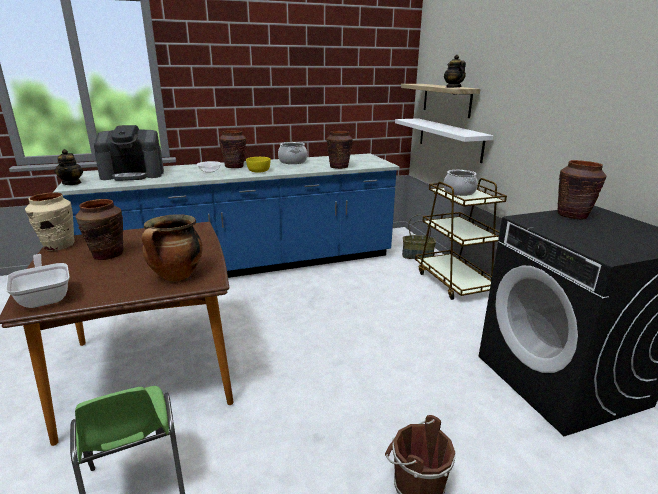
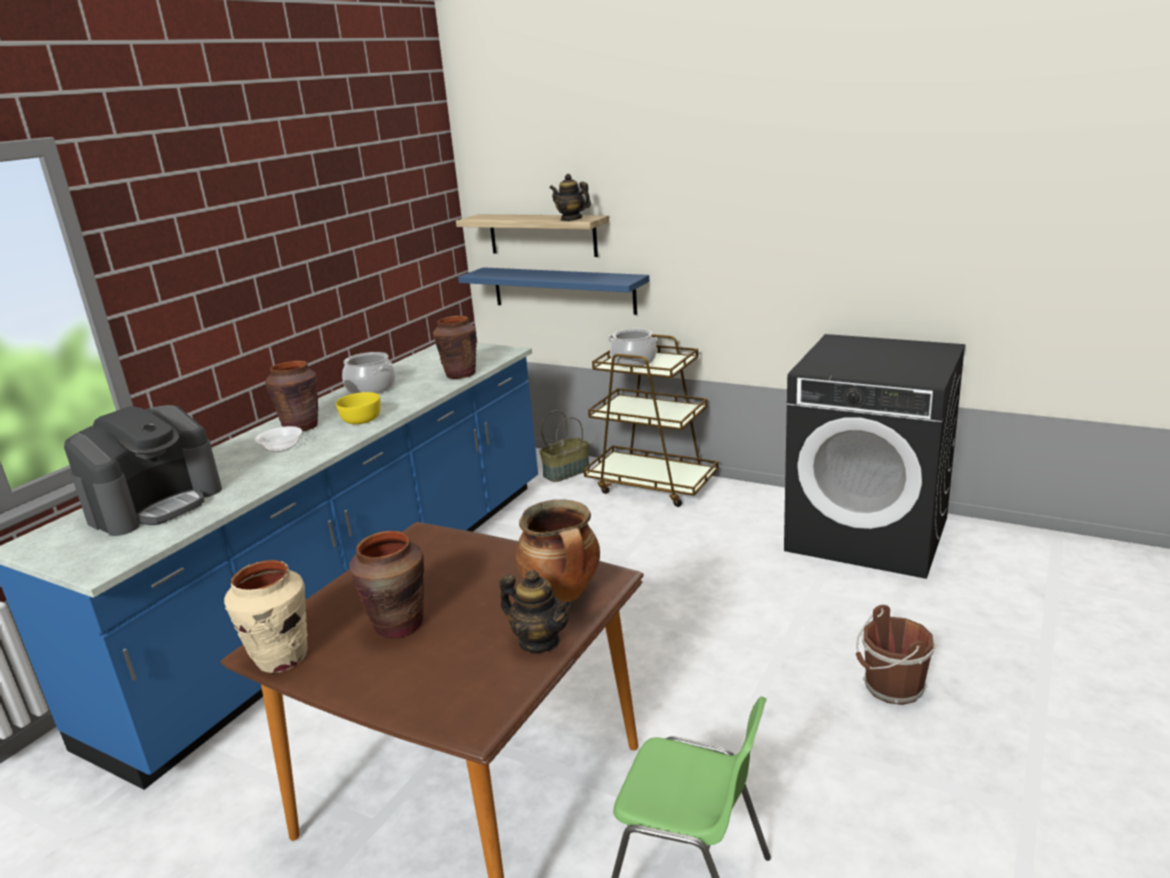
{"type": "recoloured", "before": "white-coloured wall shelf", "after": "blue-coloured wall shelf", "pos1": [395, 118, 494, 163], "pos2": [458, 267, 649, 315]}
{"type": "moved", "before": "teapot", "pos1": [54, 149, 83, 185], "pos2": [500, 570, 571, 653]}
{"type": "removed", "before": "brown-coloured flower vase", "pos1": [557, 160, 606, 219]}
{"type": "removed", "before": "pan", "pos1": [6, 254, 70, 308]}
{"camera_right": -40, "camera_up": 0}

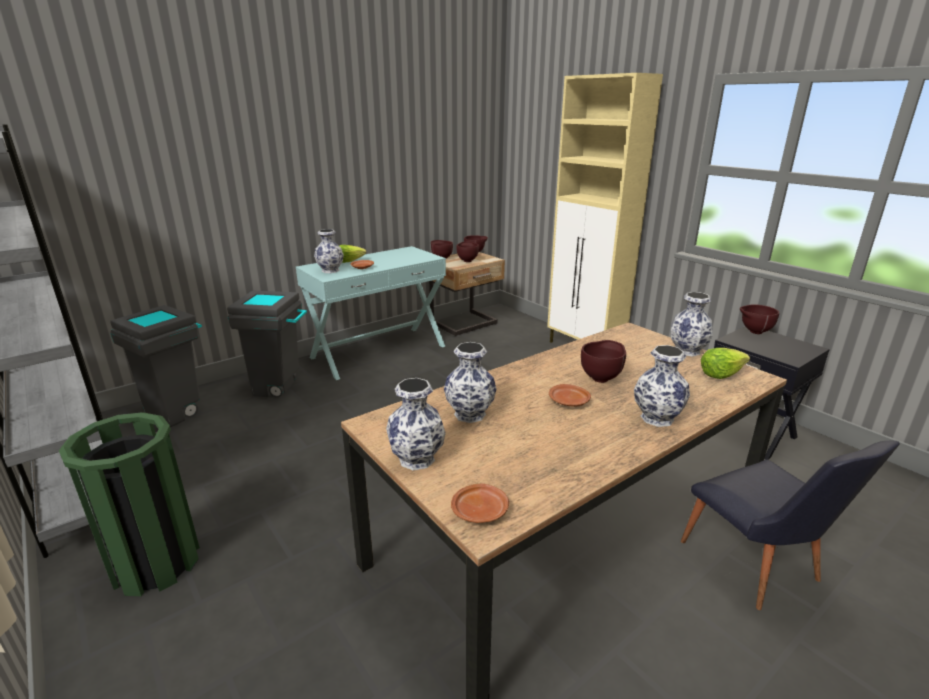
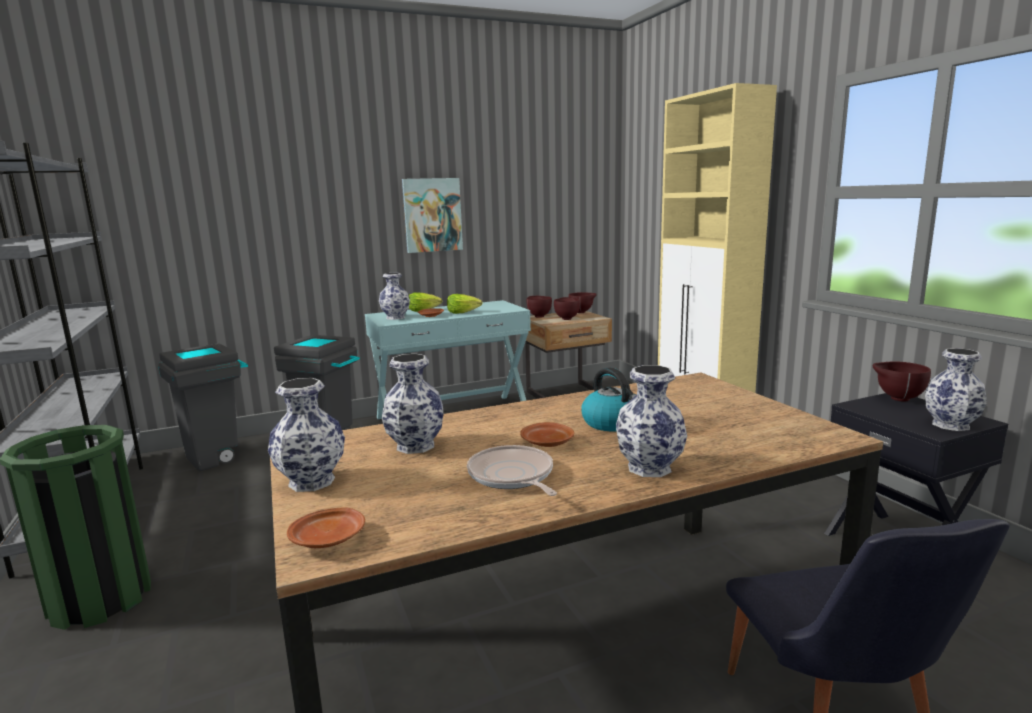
{"type": "moved", "before": "flower vase", "pos1": [671, 292, 713, 357], "pos2": [925, 348, 987, 431]}
{"type": "replaced", "before": "brown-coloured bowl", "after": "water kettle", "pos1": [581, 340, 626, 383], "pos2": [581, 368, 637, 431]}
{"type": "moved", "before": "lettuce", "pos1": [701, 348, 750, 379], "pos2": [447, 294, 483, 314]}
{"type": "added", "after": "wall picture", "pos2": [402, 178, 463, 253]}
{"type": "added", "after": "pan", "pos2": [467, 445, 557, 496]}
{"camera_right": 15, "camera_up": -10}

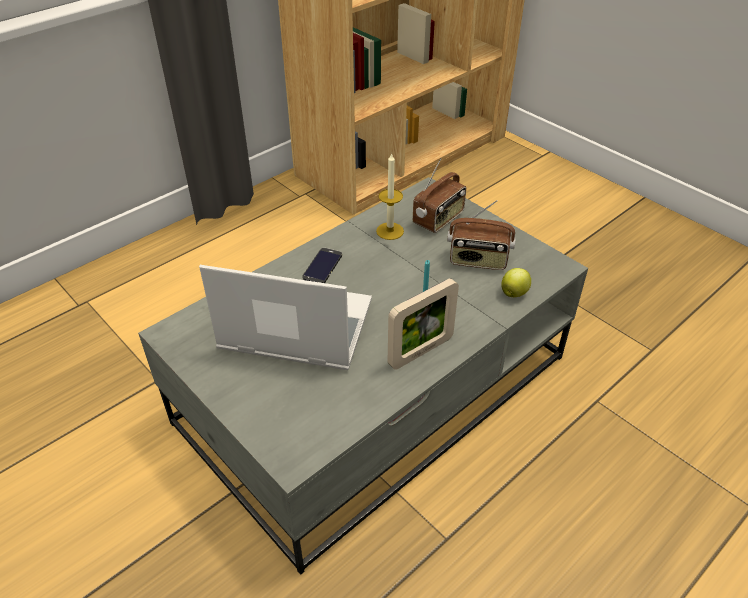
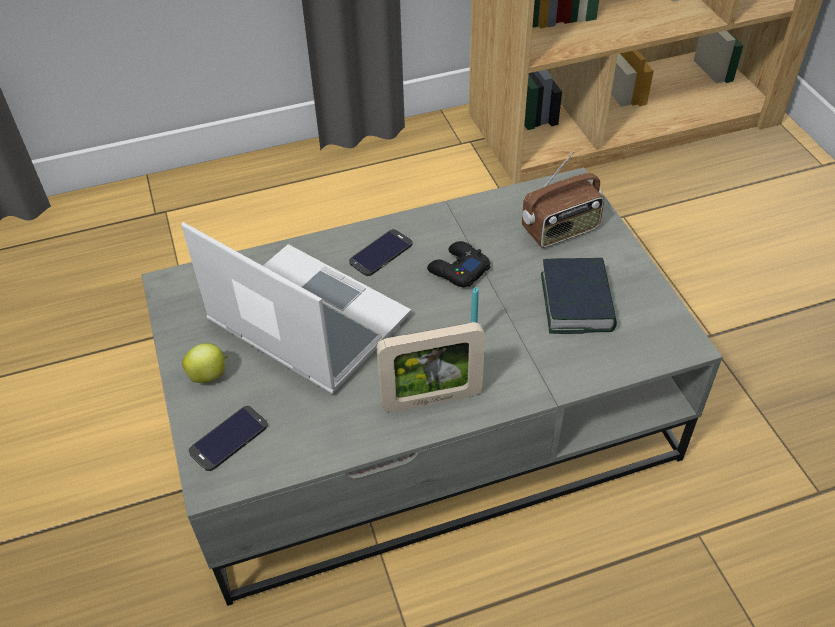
{"type": "removed", "before": "wax light", "pos1": [376, 152, 404, 240]}
{"type": "replaced", "before": "radio", "after": "volume", "pos1": [447, 200, 516, 270], "pos2": [541, 258, 617, 334]}
{"type": "moved", "before": "apple fruit", "pos1": [501, 268, 531, 297], "pos2": [182, 343, 228, 383]}
{"type": "added", "after": "black-coloured joypad", "pos2": [427, 241, 490, 287]}
{"type": "added", "after": "phone", "pos2": [188, 406, 268, 471]}
{"camera_right": 25, "camera_up": 5}

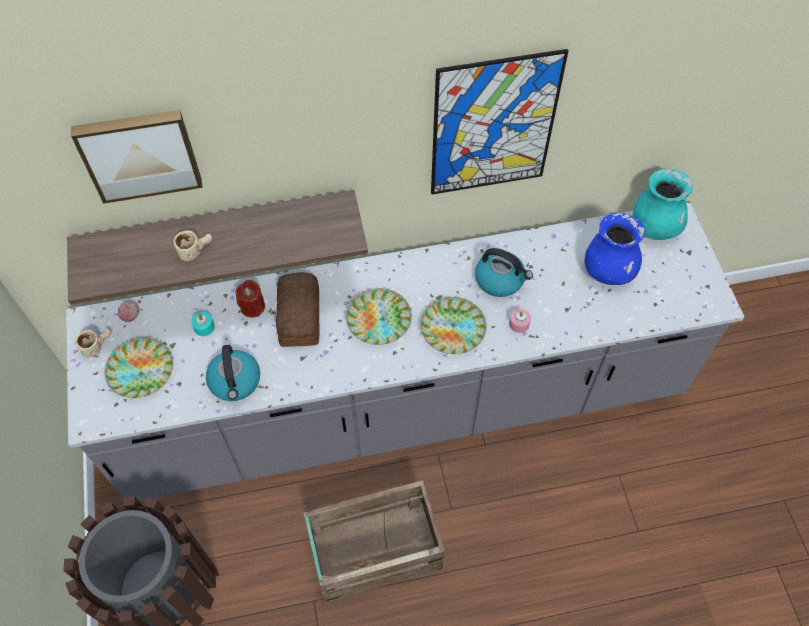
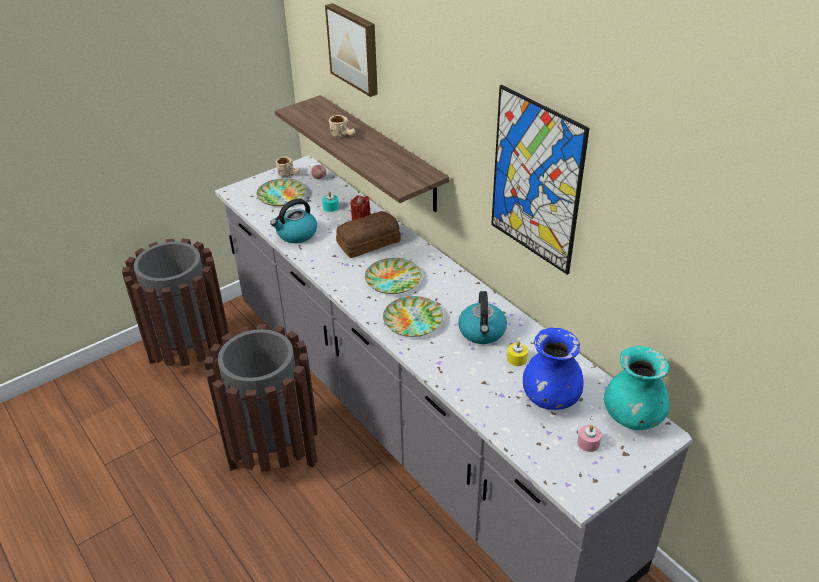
{"type": "moved", "before": "pinkish wax light", "pos1": [509, 309, 531, 333], "pos2": [577, 425, 602, 452]}
{"type": "replaced", "before": "shipping crate", "after": "brown-coloured waste bin", "pos1": [304, 480, 445, 602], "pos2": [204, 324, 318, 472]}
{"type": "added", "after": "yellowish wax light", "pos2": [507, 341, 528, 366]}
{"camera_right": 65, "camera_up": -20}

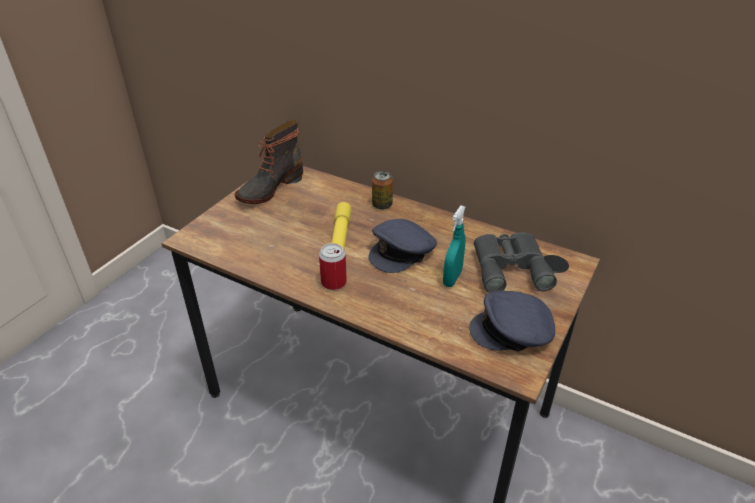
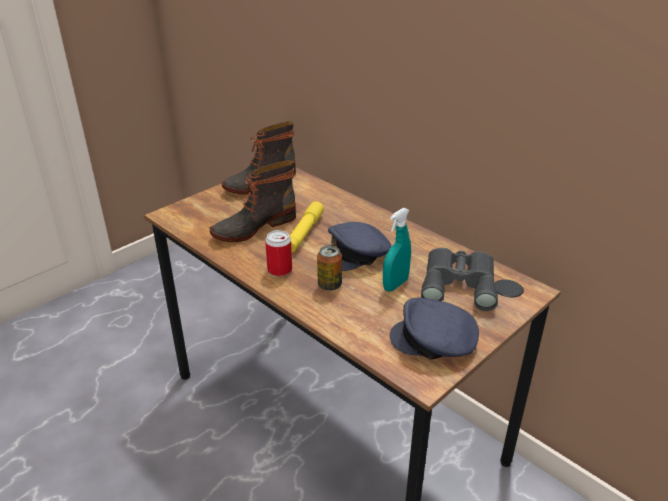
{"type": "moved", "before": "can", "pos1": [372, 171, 393, 210], "pos2": [317, 245, 342, 291]}
{"type": "added", "after": "tall boot", "pos2": [209, 160, 296, 242]}
{"camera_right": 15, "camera_up": -5}

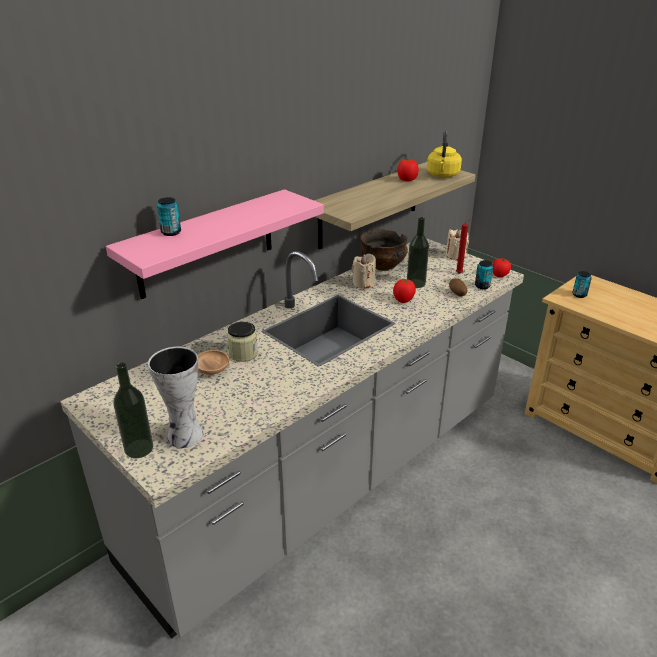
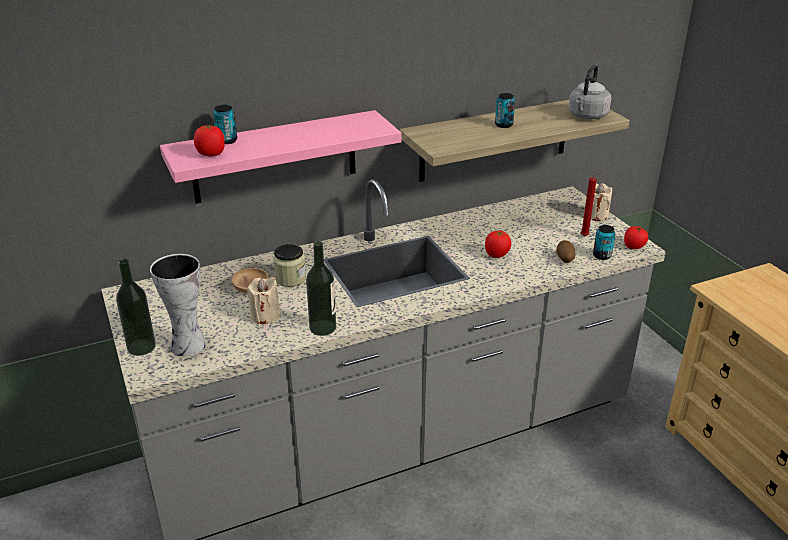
{"type": "recoloured", "before": "yellowish water kettle", "after": "greyish water kettle", "pos1": [427, 131, 462, 177], "pos2": [569, 64, 612, 119]}
{"type": "moved", "before": "tomato", "pos1": [397, 159, 419, 181], "pos2": [194, 124, 225, 156]}
{"type": "moved", "before": "beverage bottle", "pos1": [407, 217, 429, 288], "pos2": [306, 241, 336, 336]}
{"type": "removed", "before": "bowl", "pos1": [360, 229, 408, 271]}
{"type": "moved", "before": "beige wax light", "pos1": [352, 254, 376, 289], "pos2": [247, 277, 281, 324]}
{"type": "moved", "before": "can", "pos1": [572, 271, 592, 298], "pos2": [495, 93, 515, 128]}
{"camera_right": 20, "camera_up": 0}

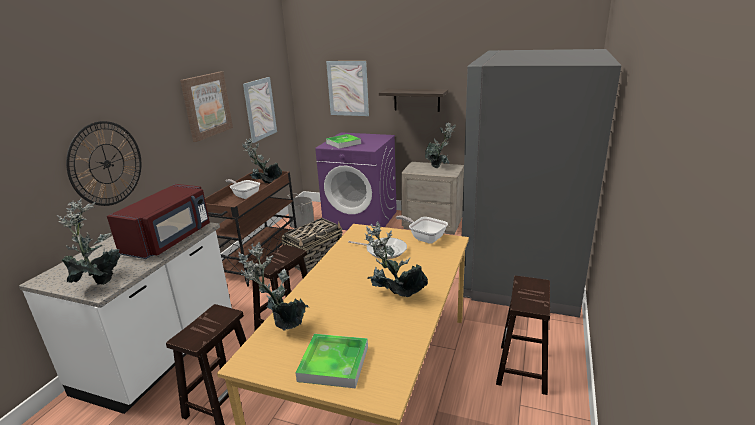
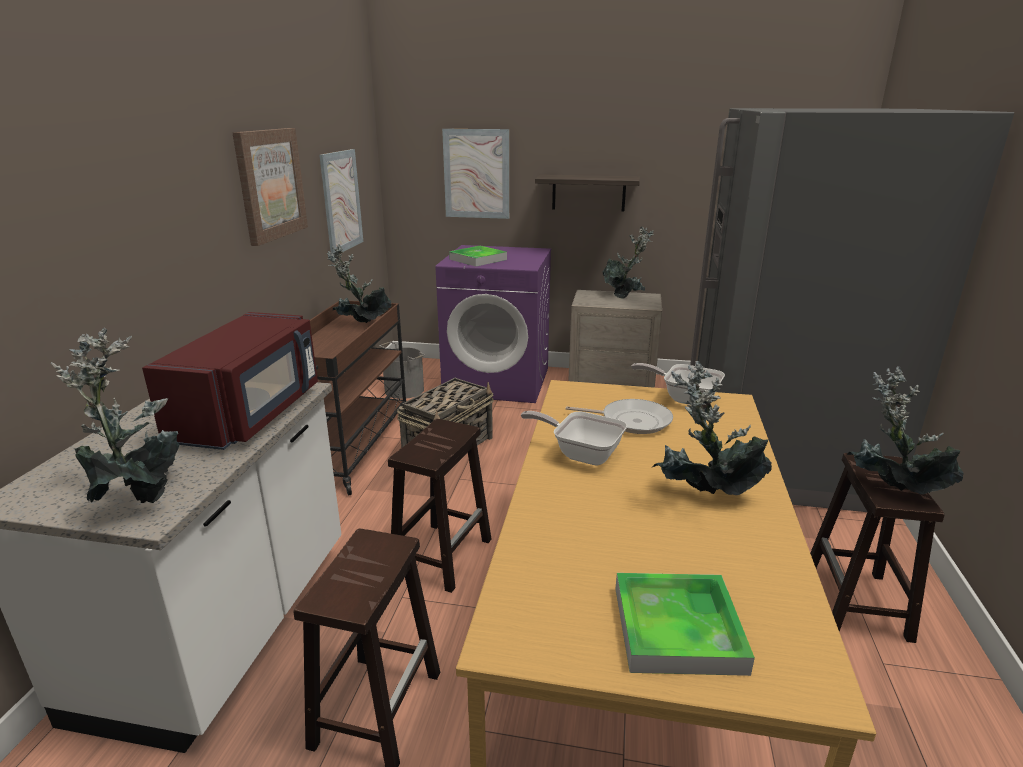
{"type": "removed", "before": "wall clock", "pos1": [66, 121, 141, 206]}
{"type": "moved", "before": "pan", "pos1": [226, 179, 260, 199], "pos2": [521, 411, 627, 465]}
{"type": "moved", "before": "plant in a pot", "pos1": [238, 242, 309, 331], "pos2": [847, 366, 964, 494]}
{"camera_right": -10, "camera_up": 0}

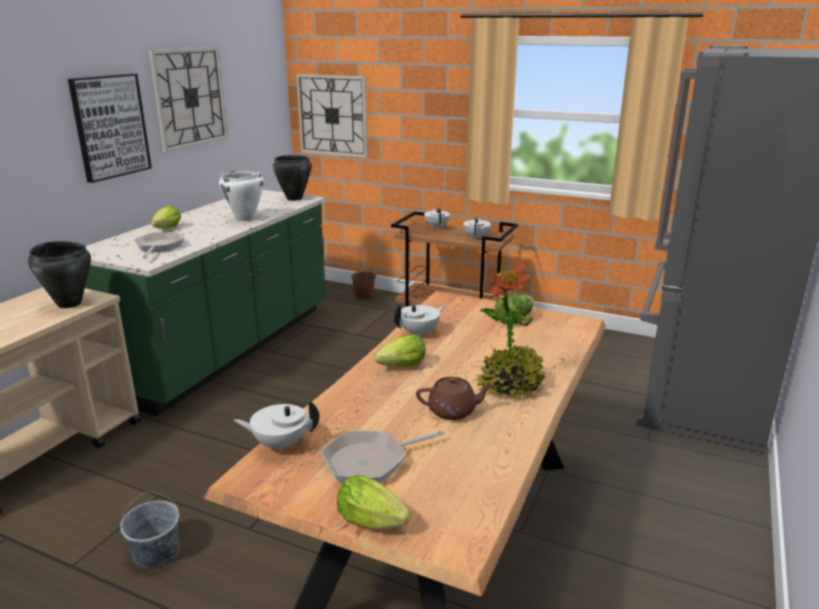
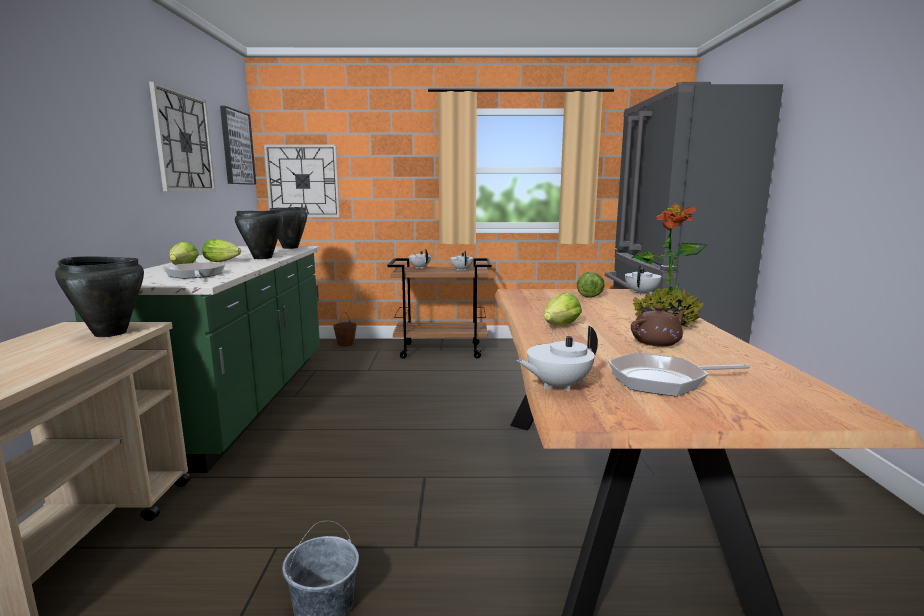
{"type": "moved", "before": "wall picture", "pos1": [68, 74, 152, 183], "pos2": [220, 106, 256, 185]}
{"type": "recoloured", "before": "white-coloured cooking pot", "after": "black-coloured cooking pot", "pos1": [219, 171, 264, 222], "pos2": [235, 209, 283, 259]}
{"type": "moved", "before": "white-coloured teapot", "pos1": [394, 304, 445, 337], "pos2": [625, 265, 662, 295]}
{"type": "turned", "before": "pan", "pos1": [320, 430, 444, 484], "pos2": [608, 353, 750, 396], "turn": 45}
{"type": "moved", "before": "lettuce", "pos1": [337, 475, 410, 529], "pos2": [202, 239, 241, 262]}
{"camera_right": -25, "camera_up": -10}

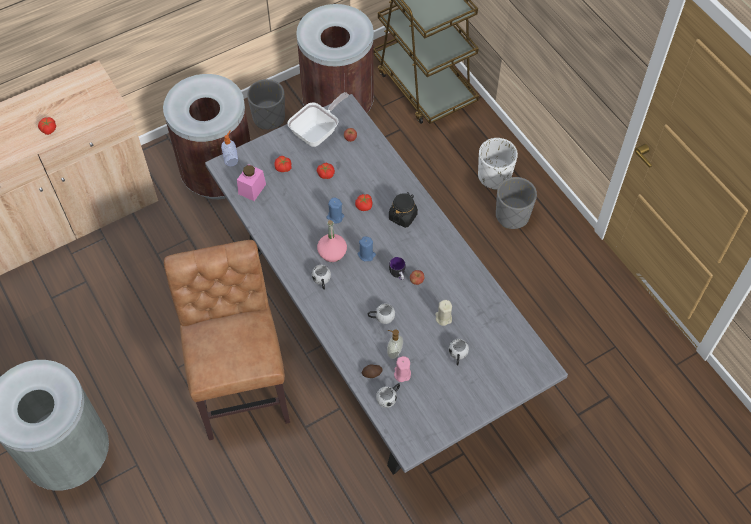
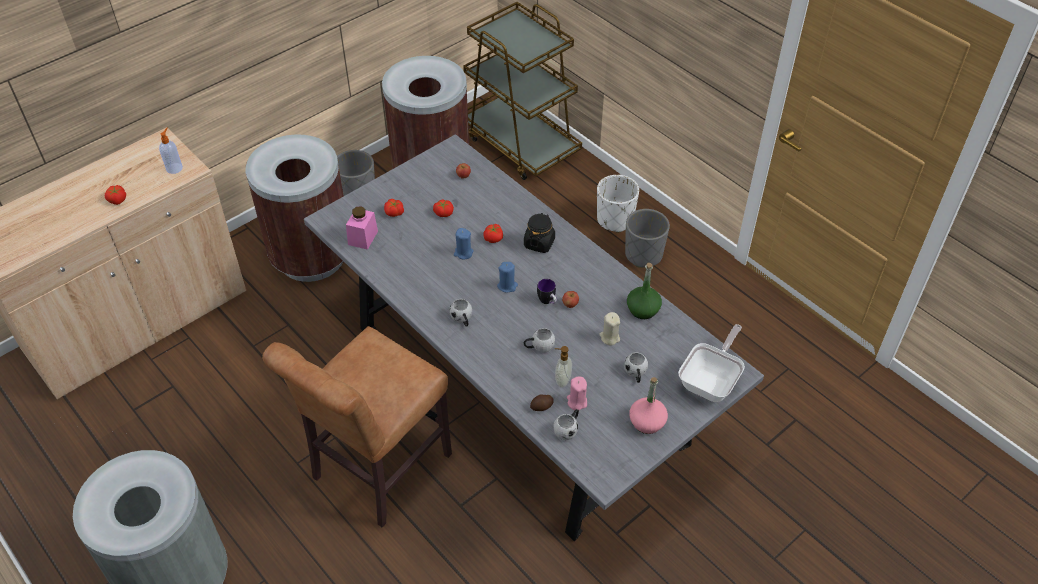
{"type": "moved", "before": "pan", "pos1": [287, 92, 349, 147], "pos2": [678, 324, 745, 402]}
{"type": "moved", "before": "soap bottle", "pos1": [221, 130, 238, 166], "pos2": [159, 128, 183, 174]}
{"type": "moved", "before": "pinkish beverage bottle", "pos1": [317, 220, 347, 262], "pos2": [629, 377, 668, 434]}
{"type": "turned", "before": "brown-coloured plain chair", "pos1": [164, 240, 290, 440], "pos2": [262, 326, 452, 527], "turn": -120}
{"type": "added", "after": "green beverage bottle", "pos2": [627, 263, 662, 319]}
{"camera_right": -10, "camera_up": -10}

